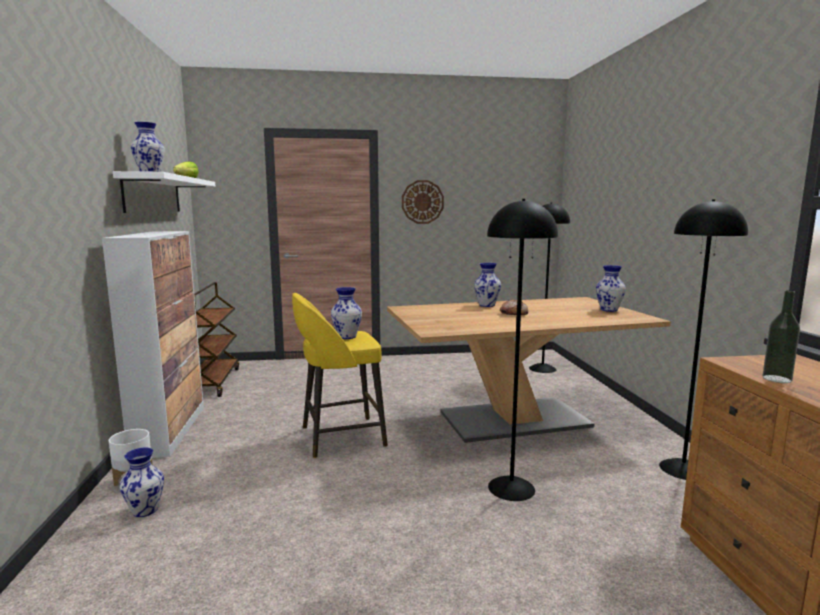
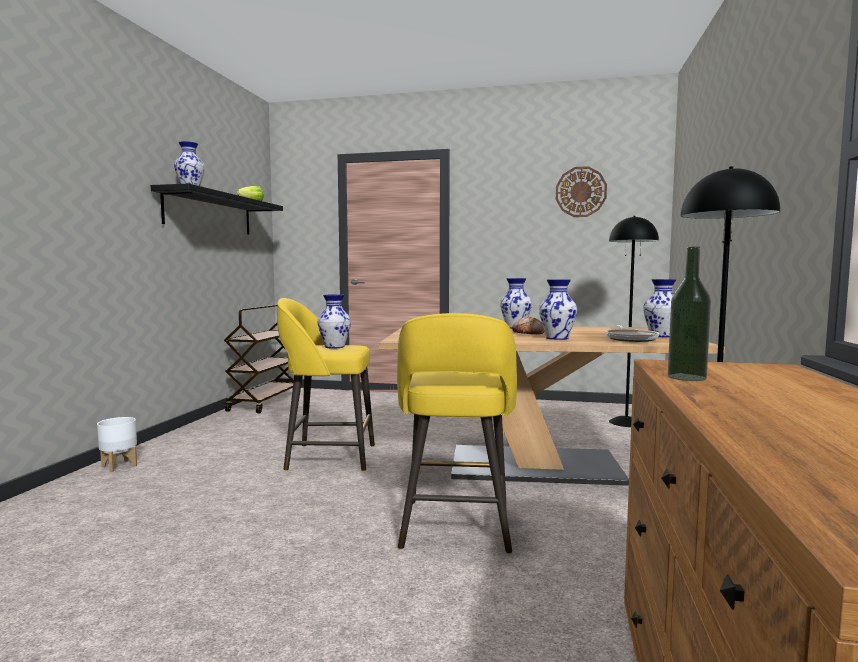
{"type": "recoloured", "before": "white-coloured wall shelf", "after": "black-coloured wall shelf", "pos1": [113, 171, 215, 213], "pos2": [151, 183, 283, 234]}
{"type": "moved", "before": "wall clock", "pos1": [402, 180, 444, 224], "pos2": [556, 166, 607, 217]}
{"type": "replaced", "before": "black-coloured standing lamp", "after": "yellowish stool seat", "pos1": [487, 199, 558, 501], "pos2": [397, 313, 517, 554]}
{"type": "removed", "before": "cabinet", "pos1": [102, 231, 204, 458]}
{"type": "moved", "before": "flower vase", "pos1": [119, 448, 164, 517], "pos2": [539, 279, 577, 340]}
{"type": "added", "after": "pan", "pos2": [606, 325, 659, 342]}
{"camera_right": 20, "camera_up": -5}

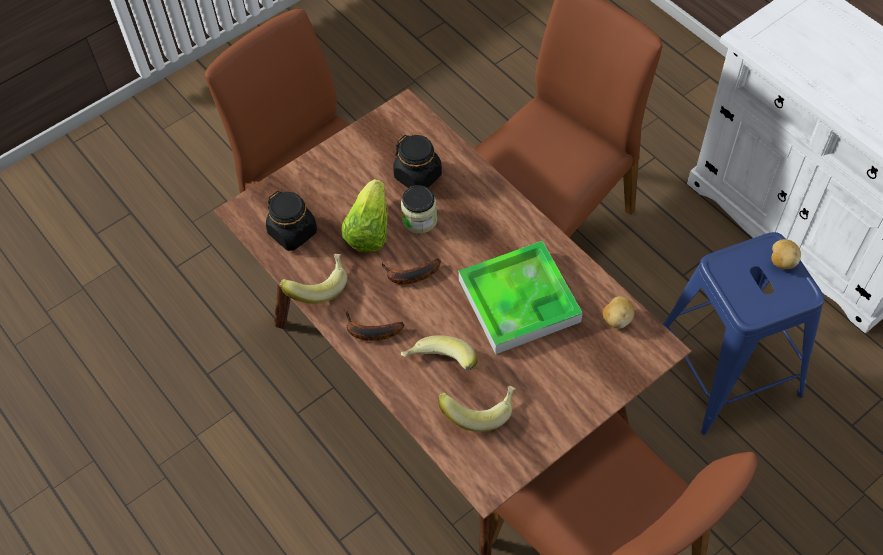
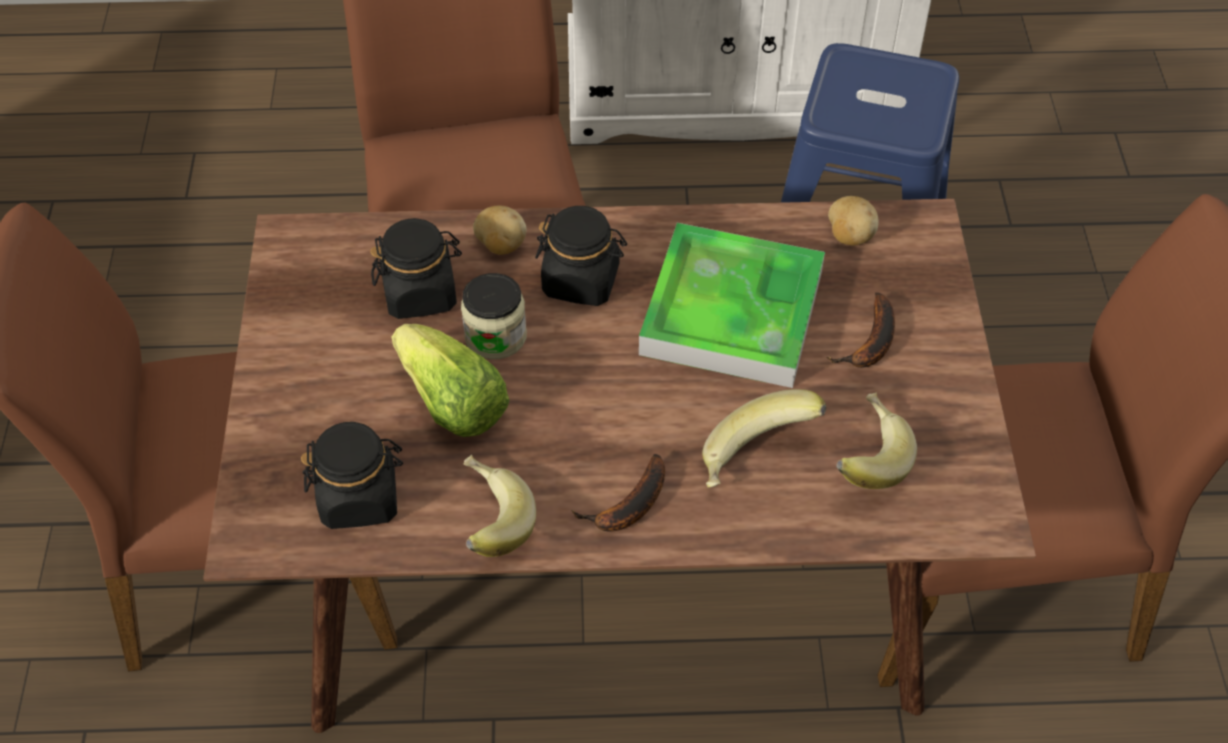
{"type": "moved", "before": "spud", "pos1": [771, 239, 801, 269], "pos2": [473, 205, 526, 255]}
{"type": "moved", "before": "whole banana", "pos1": [382, 258, 441, 284], "pos2": [827, 293, 895, 368]}
{"type": "added", "after": "black-coloured preserve jar", "pos2": [535, 206, 627, 306]}
{"camera_right": -55, "camera_up": -5}

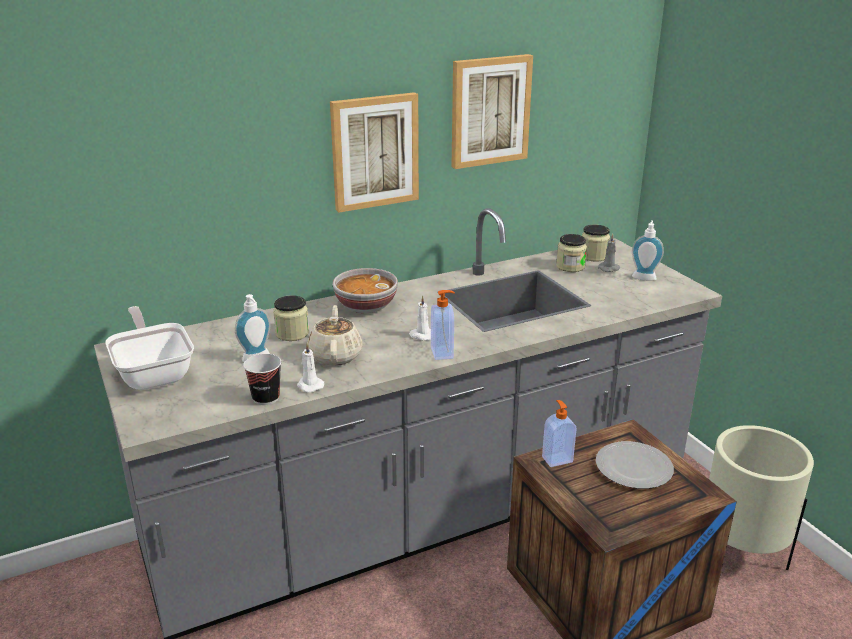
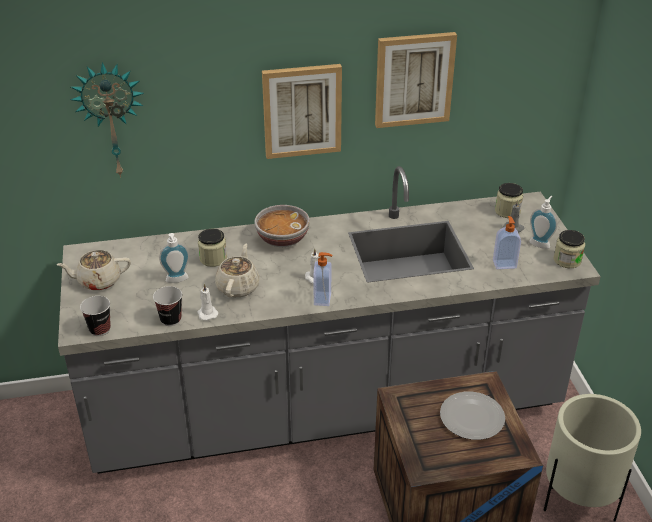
{"type": "moved", "before": "preserve jar", "pos1": [556, 234, 587, 272], "pos2": [554, 230, 585, 268]}
{"type": "replaced", "before": "pan", "after": "beige teapot", "pos1": [105, 306, 194, 390], "pos2": [56, 250, 131, 291]}
{"type": "moved", "before": "soap bottle", "pos1": [542, 400, 576, 467], "pos2": [493, 216, 521, 269]}
{"type": "added", "after": "wall clock", "pos2": [70, 62, 144, 178]}
{"type": "added", "after": "drinking cup", "pos2": [80, 296, 111, 336]}
{"camera_right": 15, "camera_up": 10}

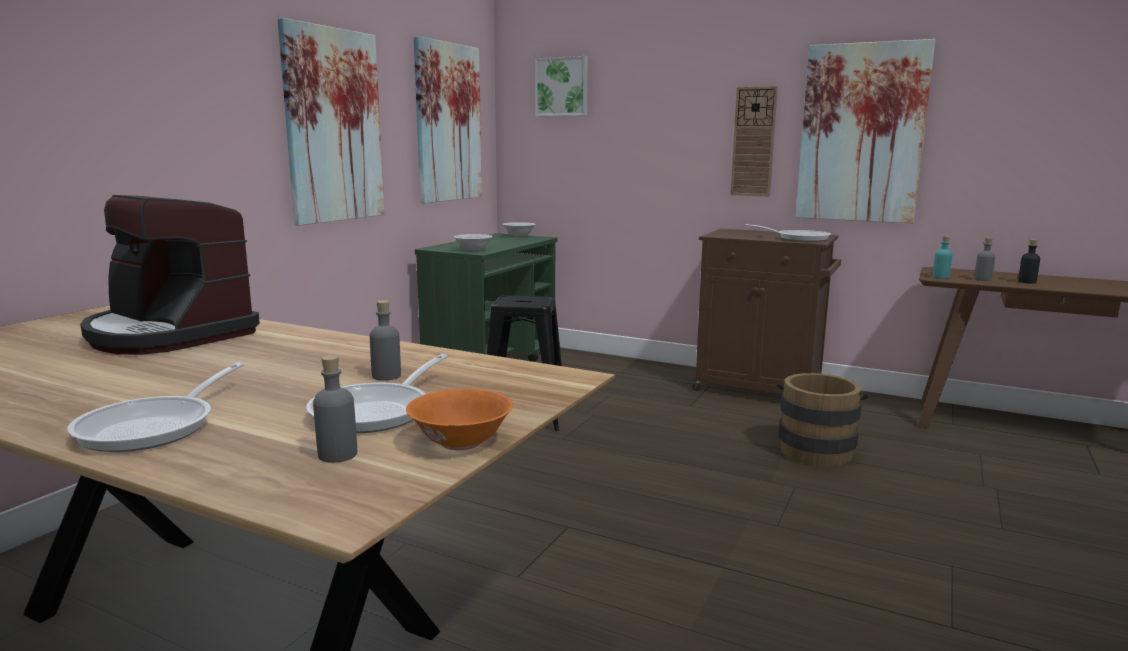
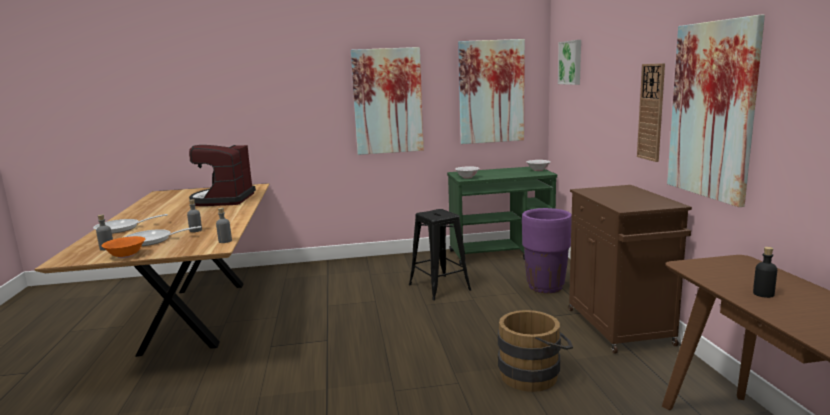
{"type": "removed", "before": "pan", "pos1": [746, 224, 831, 242]}
{"type": "removed", "before": "blue-green beverage bottle", "pos1": [932, 236, 952, 279]}
{"type": "moved", "before": "greyish beverage bottle", "pos1": [974, 237, 995, 281], "pos2": [216, 208, 232, 243]}
{"type": "added", "after": "purple plant pot", "pos2": [522, 208, 572, 293]}
{"camera_right": 55, "camera_up": 0}

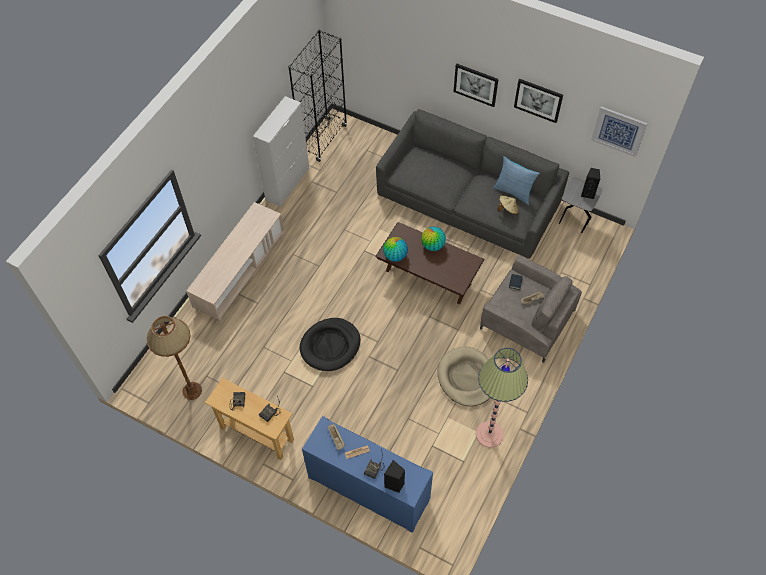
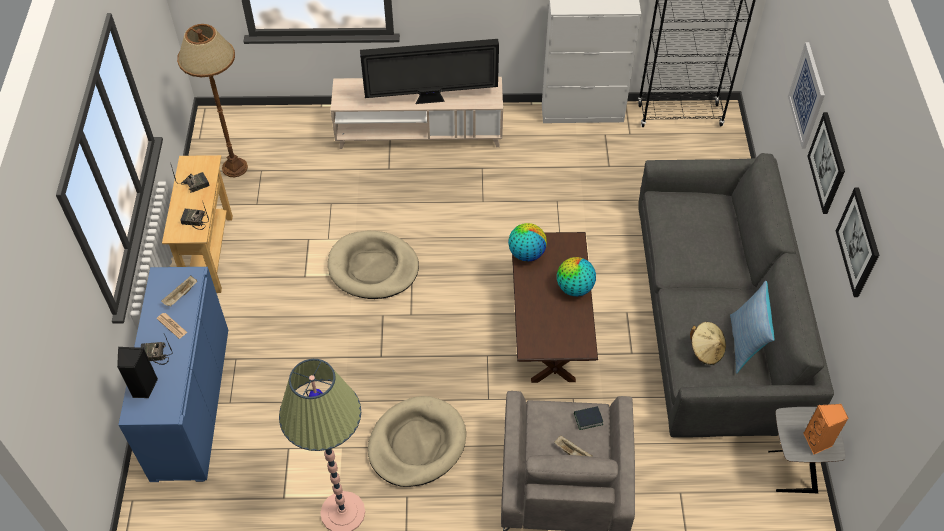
{"type": "moved", "before": "wall picture", "pos1": [591, 106, 648, 157], "pos2": [788, 42, 825, 149]}
{"type": "recoloured", "before": "black-coloured loudspeaker", "after": "orangey loudspeaker", "pos1": [581, 168, 600, 199], "pos2": [803, 404, 849, 455]}
{"type": "recoloured", "before": "black-coloured dog cushion", "after": "beige dog cushion", "pos1": [299, 318, 360, 371], "pos2": [328, 231, 419, 299]}
{"type": "added", "after": "television", "pos2": [360, 39, 499, 104]}
{"camera_right": 60, "camera_up": -5}

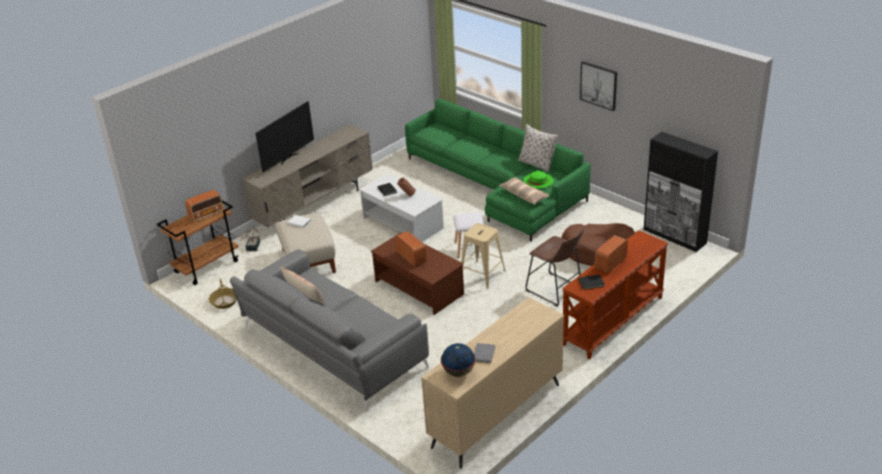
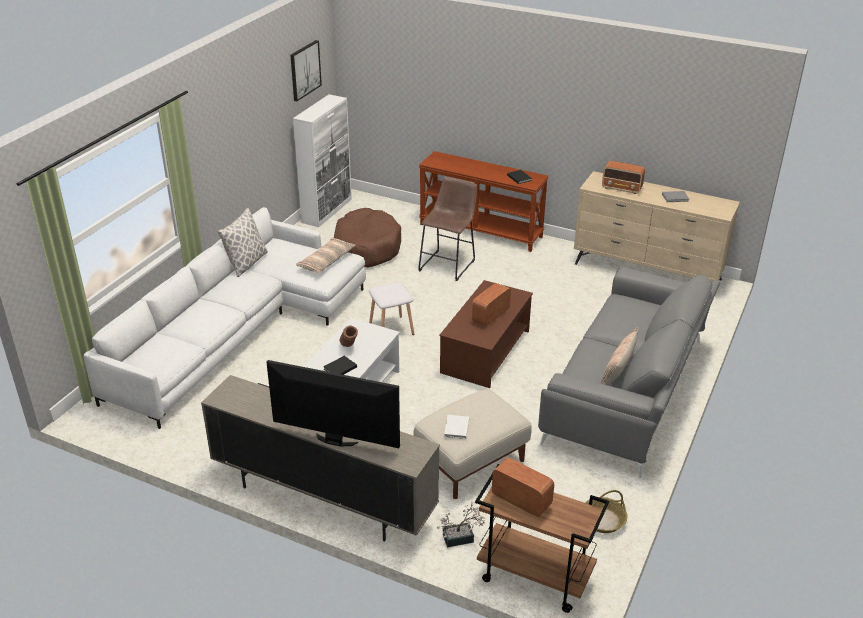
{"type": "moved", "before": "wall picture", "pos1": [580, 61, 617, 111], "pos2": [290, 40, 322, 101]}
{"type": "recoloured", "before": "green settee", "after": "white-coloured settee", "pos1": [405, 99, 591, 242], "pos2": [83, 207, 366, 429]}
{"type": "recoloured", "before": "black-coloured cabinet", "after": "white-coloured cabinet", "pos1": [643, 132, 718, 252], "pos2": [293, 94, 352, 227]}
{"type": "removed", "before": "green clothing hat", "pos1": [523, 171, 554, 189]}
{"type": "removed", "before": "beige stool seat", "pos1": [461, 223, 506, 289]}
{"type": "moved", "before": "radio", "pos1": [595, 235, 628, 273], "pos2": [602, 161, 645, 194]}
{"type": "removed", "before": "desk globe", "pos1": [441, 343, 476, 377]}
{"camera_right": -110, "camera_up": 0}

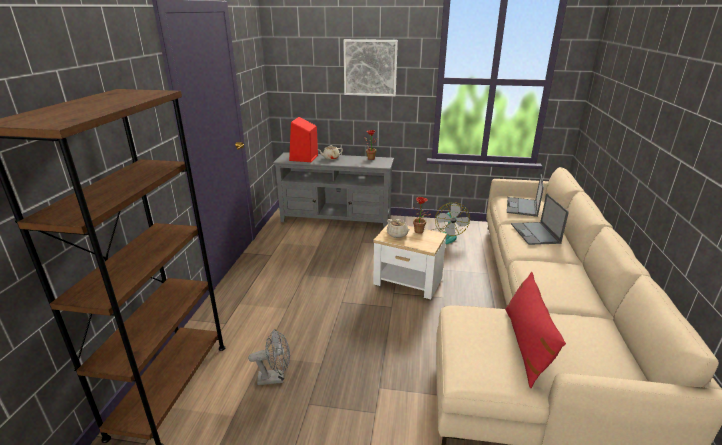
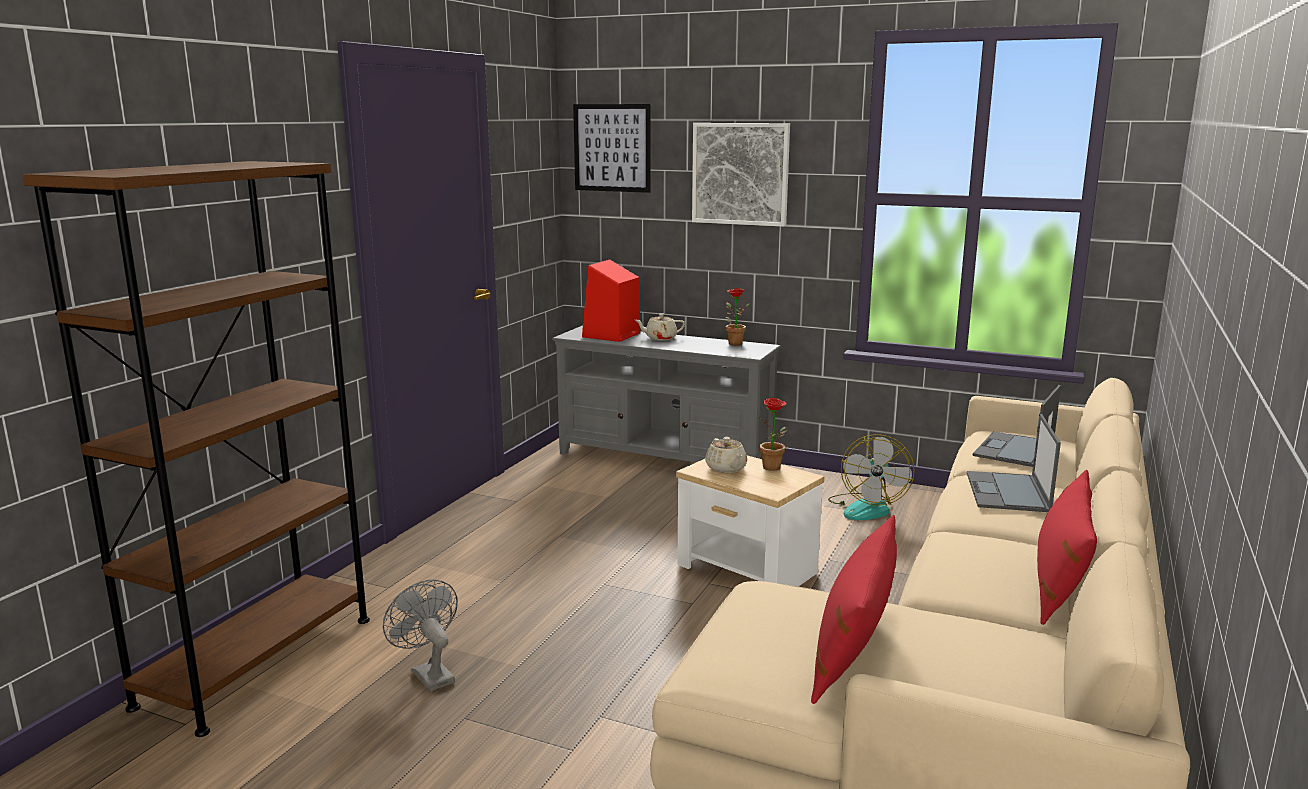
{"type": "turned", "before": "greyish cooling fan", "pos1": [248, 329, 290, 385], "pos2": [383, 580, 458, 691], "turn": -135}
{"type": "added", "after": "wall picture", "pos2": [573, 104, 651, 193]}
{"type": "added", "after": "red-coloured pillow", "pos2": [1037, 470, 1097, 625]}
{"camera_right": 15, "camera_up": -10}

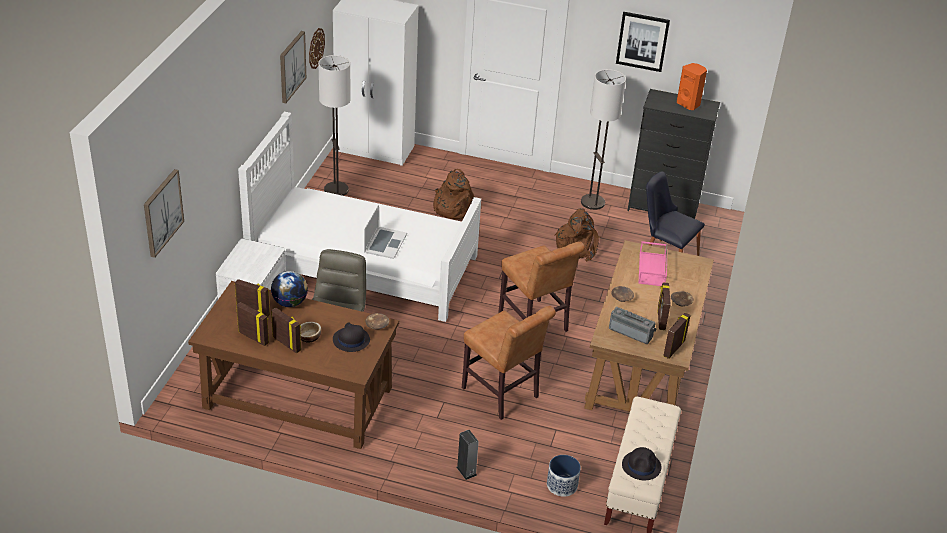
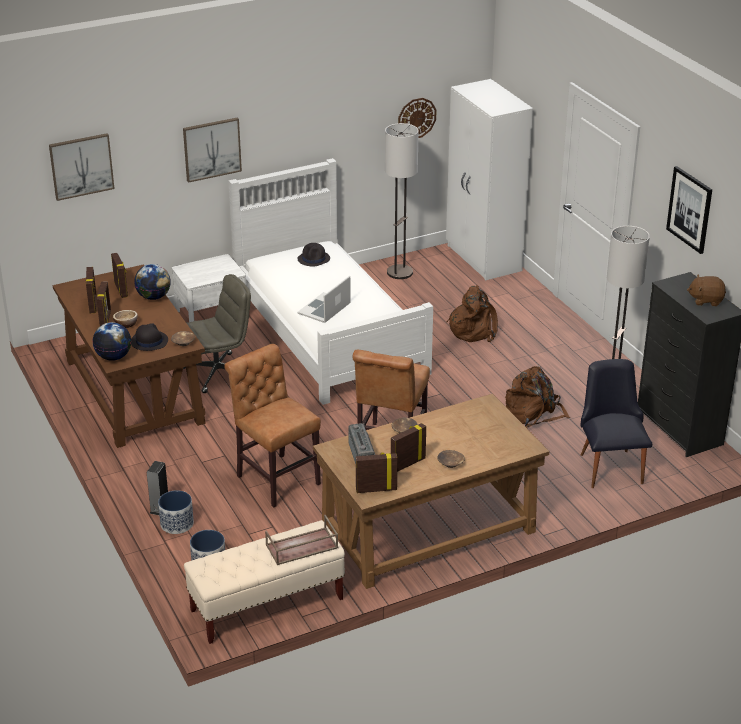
{"type": "moved", "before": "wall picture", "pos1": [280, 31, 306, 103], "pos2": [183, 118, 242, 183]}
{"type": "replaced", "before": "orangey loudspeaker", "after": "brown-coloured cuddly toy", "pos1": [677, 63, 707, 110], "pos2": [687, 274, 726, 306]}
{"type": "turned", "before": "notebook computer", "pos1": [364, 204, 407, 259], "pos2": [297, 275, 351, 323], "turn": 150}
{"type": "removed", "before": "pinkish serving tray", "pos1": [638, 241, 667, 286]}
{"type": "turned", "before": "brown-coloured plain chair", "pos1": [462, 306, 556, 420], "pos2": [224, 344, 321, 507], "turn": 135}
{"type": "moved", "before": "black-coloured clothing hat", "pos1": [622, 447, 661, 480], "pos2": [297, 243, 330, 266]}
{"type": "added", "after": "desk globe", "pos2": [92, 322, 131, 361]}
{"type": "added", "after": "plant pot", "pos2": [158, 490, 194, 534]}
{"type": "added", "after": "brown-coloured serving tray", "pos2": [265, 515, 338, 565]}
{"camera_right": 50, "camera_up": -5}

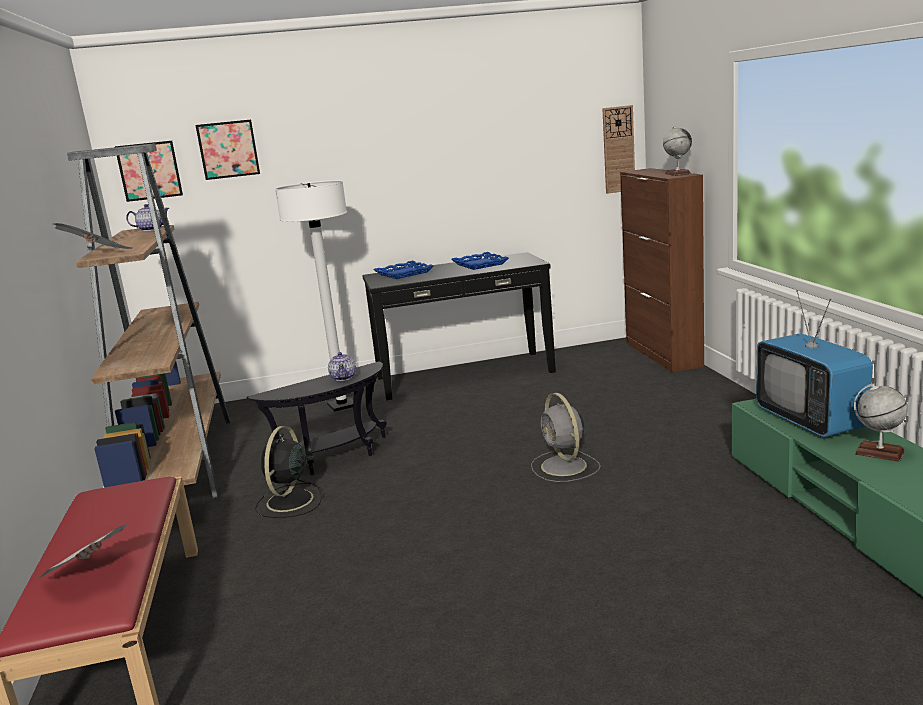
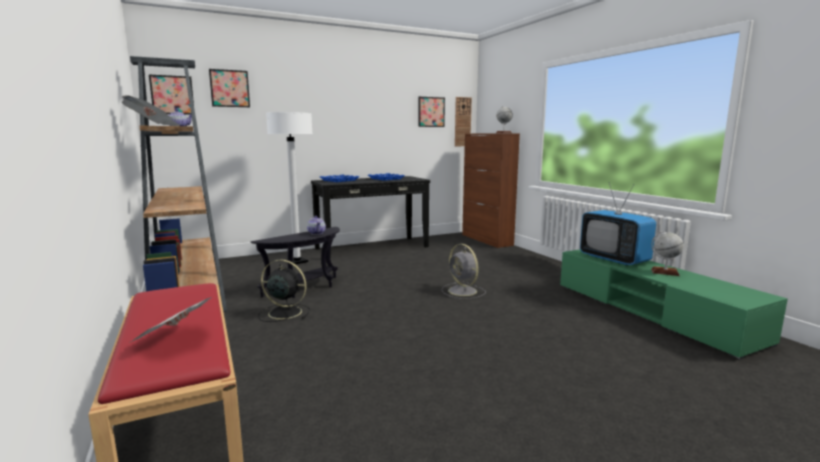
{"type": "turned", "before": "black-coloured cooling fan", "pos1": [255, 426, 322, 518], "pos2": [258, 260, 310, 322], "turn": 105}
{"type": "added", "after": "wall picture", "pos2": [418, 97, 445, 127]}
{"camera_right": -15, "camera_up": -5}

